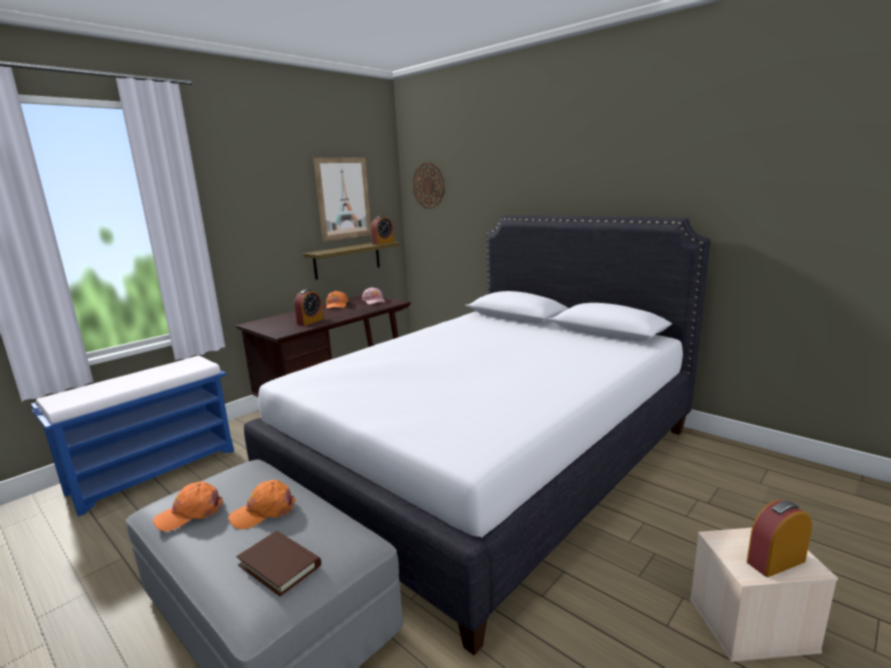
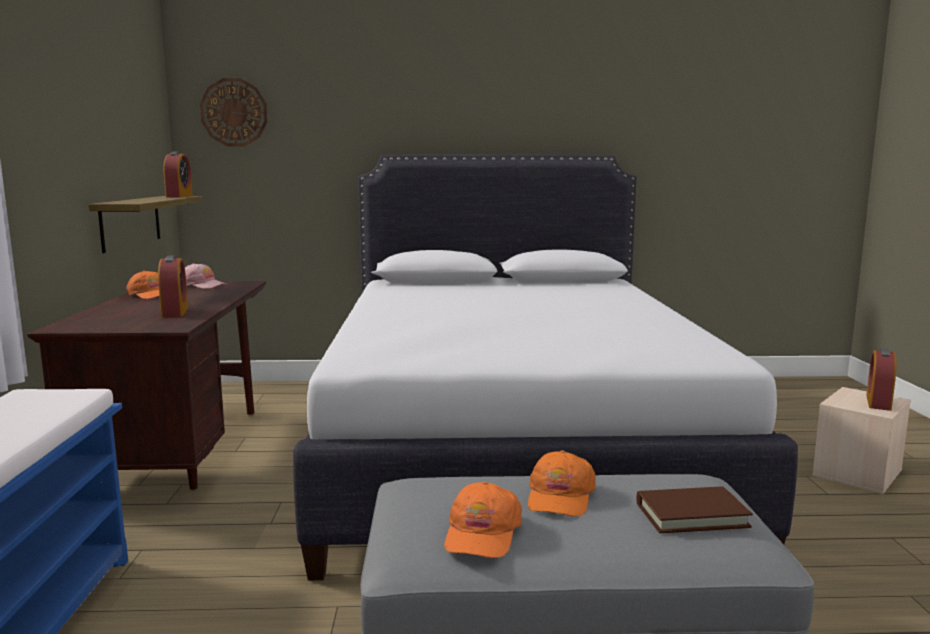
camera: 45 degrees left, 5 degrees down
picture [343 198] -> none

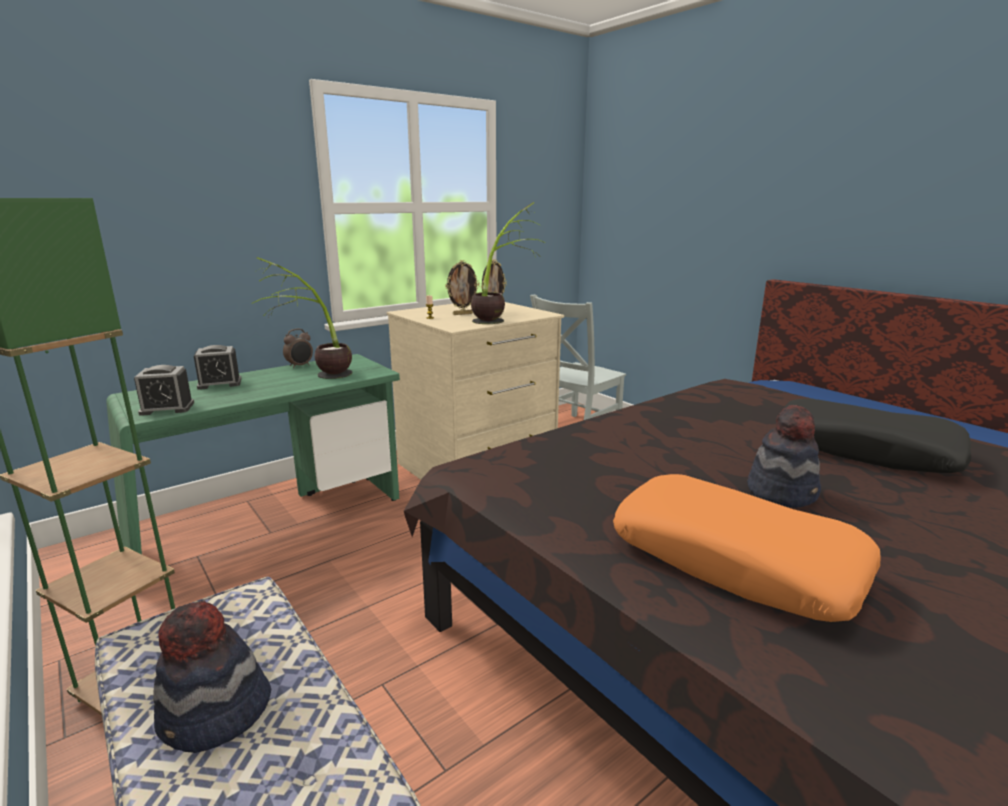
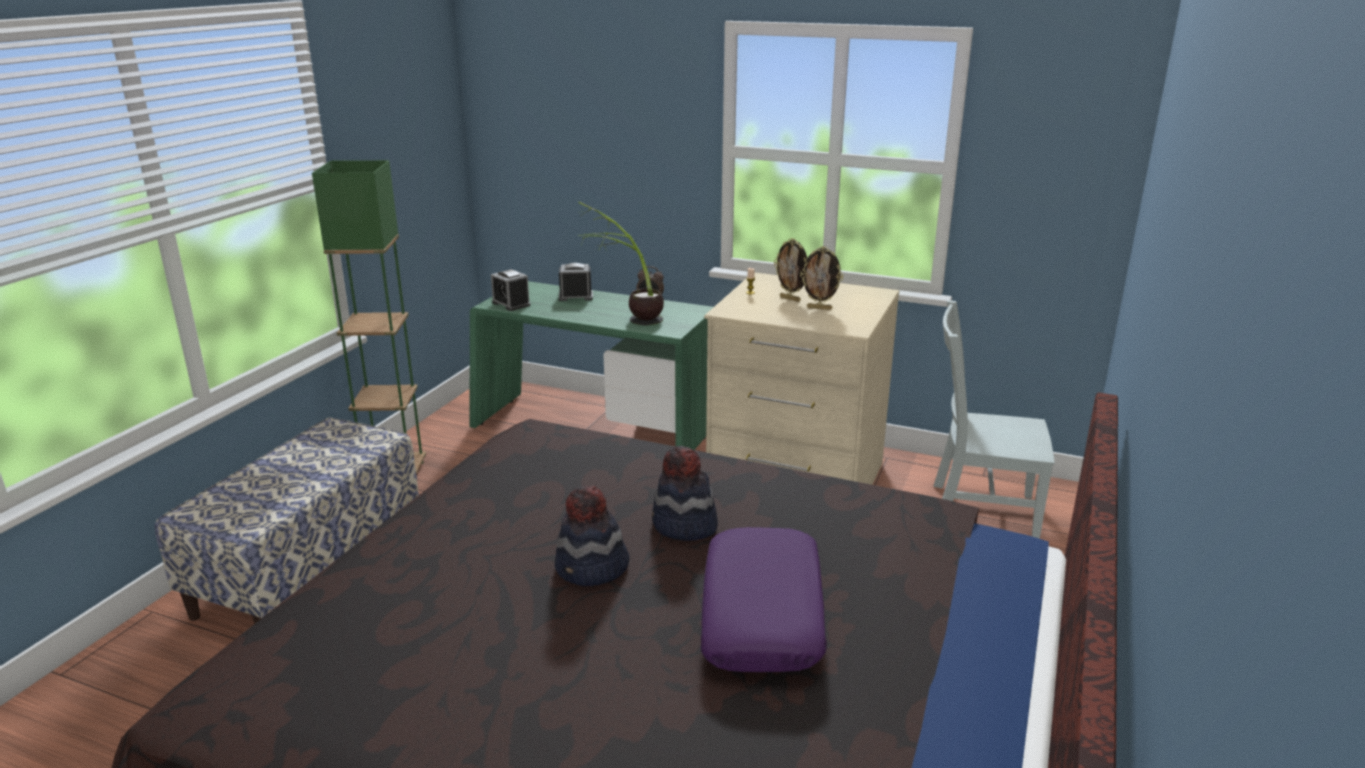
camera: 60 degrees right, 5 degrees up
potted plant [503 318] -> none
pillow/orange [735 560] -> none
hat [215 715] -> hat [684 526], shifted
pillow/black [864 450] -> pillow/purple [763 615]
alarm clock [219 383] -> alarm clock [576 296], 135 degrees clockwise

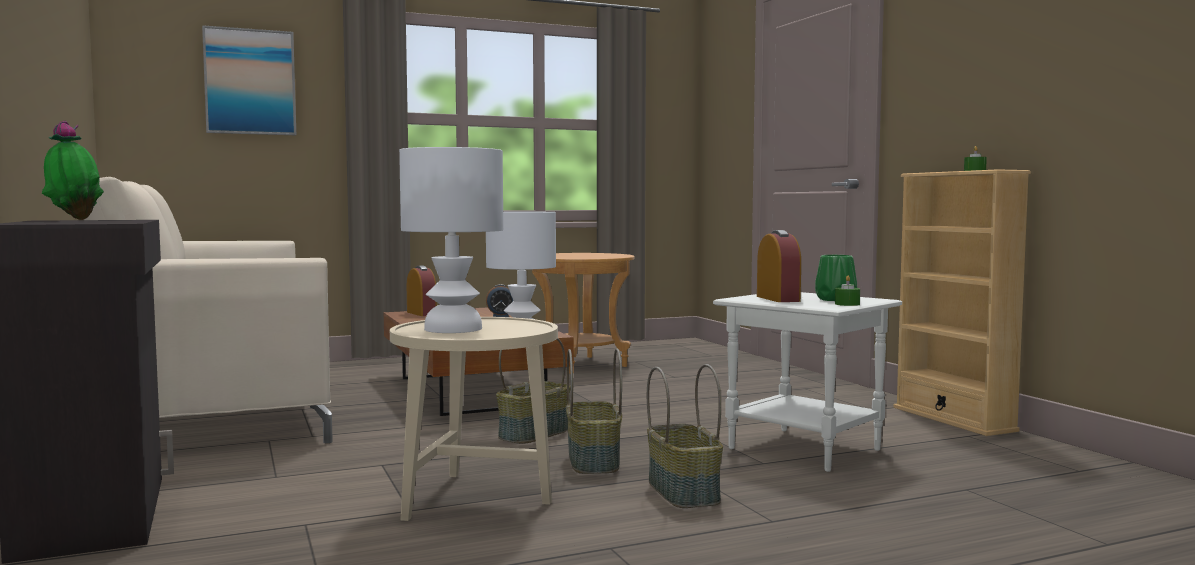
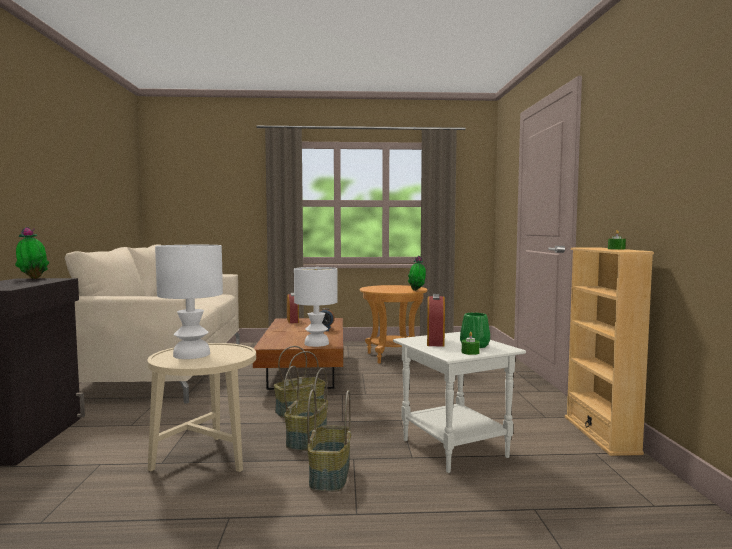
camera: 20 degrees right, 0 degrees up
picture [250 82] -> none
none -> potted plant [417 290]

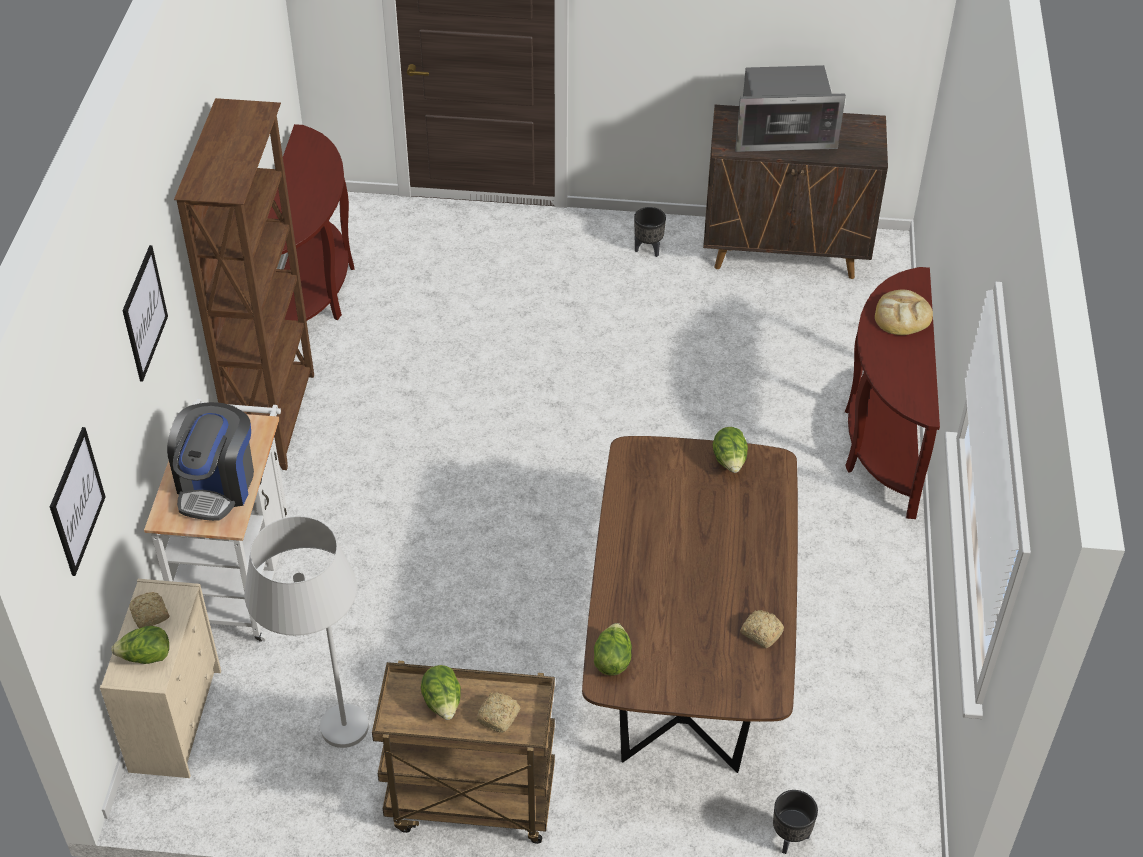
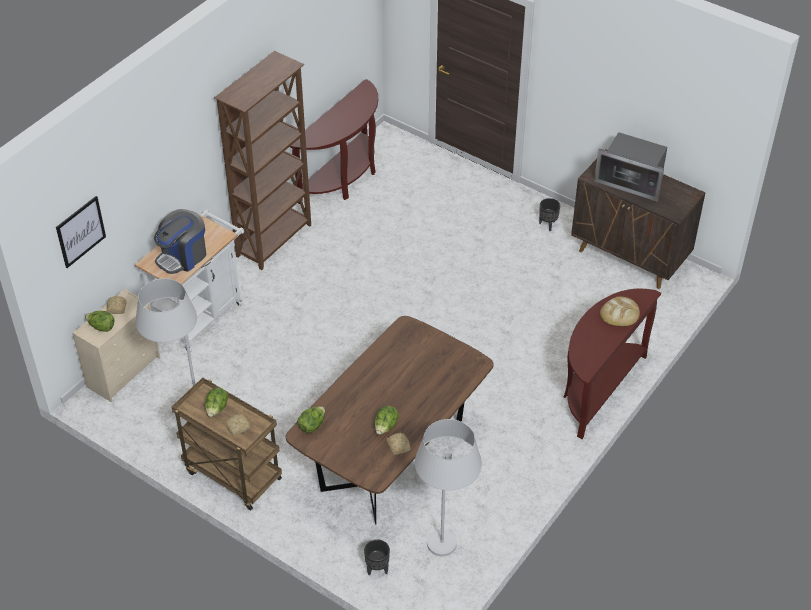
camera: 30 degrees right, 0 degrees up
picture [144 313] -> none
none -> floor lamp/white [444 557]
lettuce [729 461] -> lettuce [385 427], shifted

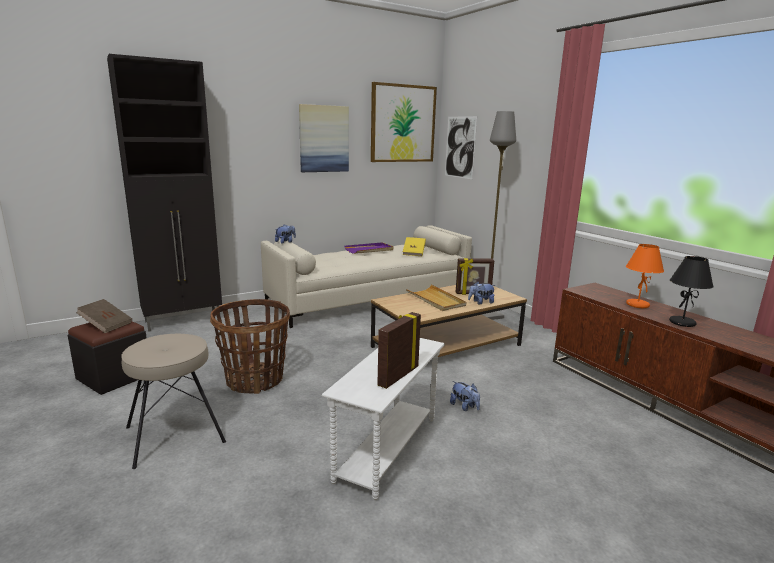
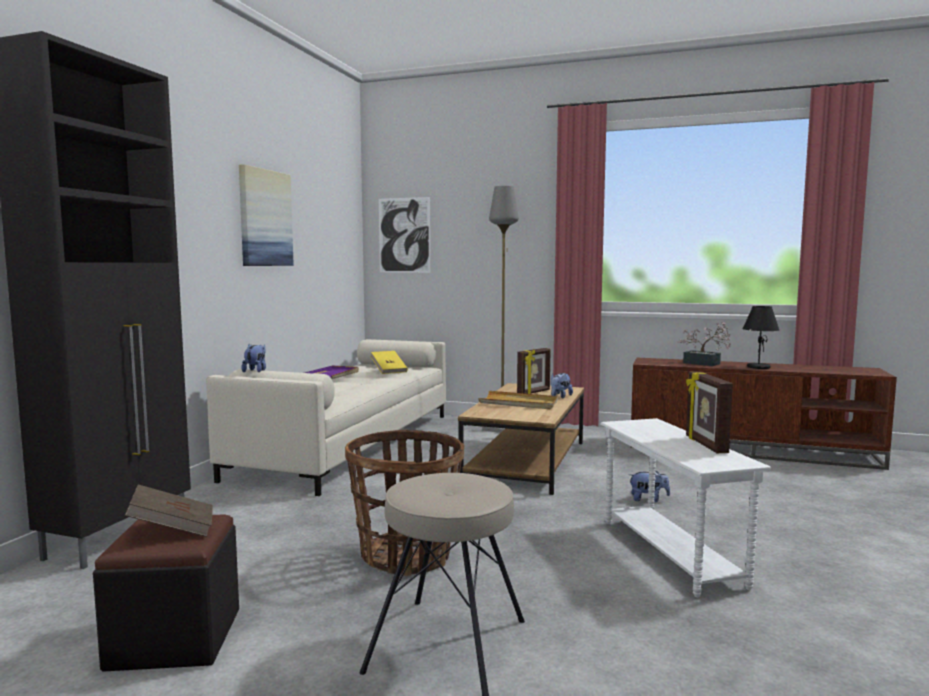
camera: 40 degrees left, 10 degrees down
picture [403 123] -> none
table lamp/orange [637 305] -> potted plant [705 364]

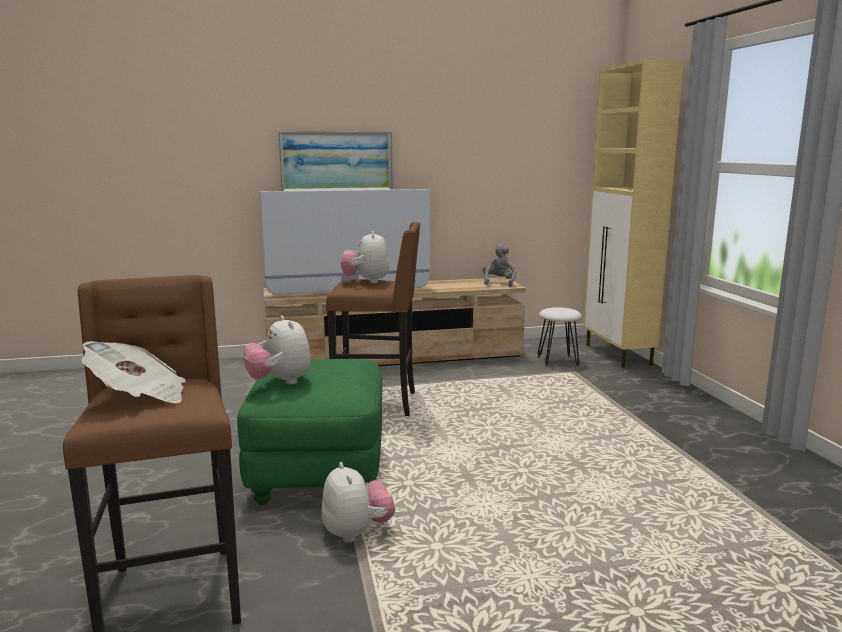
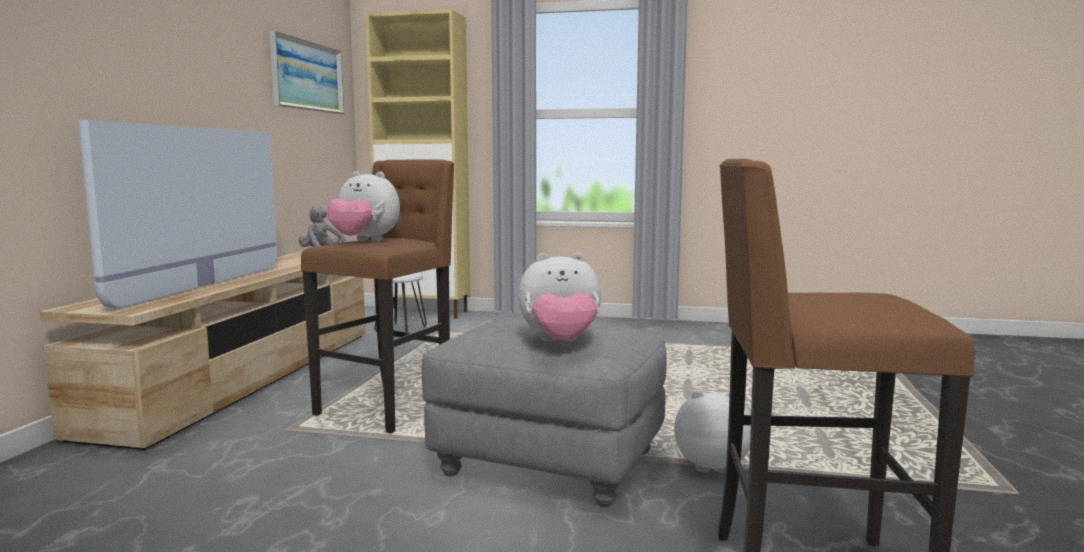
camera: 65 degrees left, 5 degrees down
newspaper [139 396] -> none
picture [336 161] -> picture [307 76], shifted
ottoman/green [318 472] -> ottoman/grey [549 463]

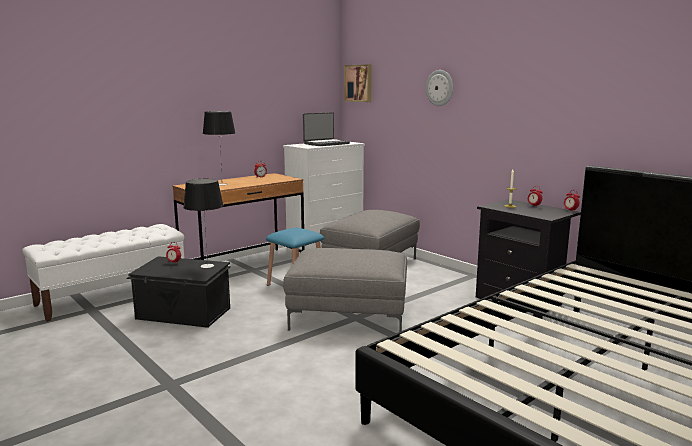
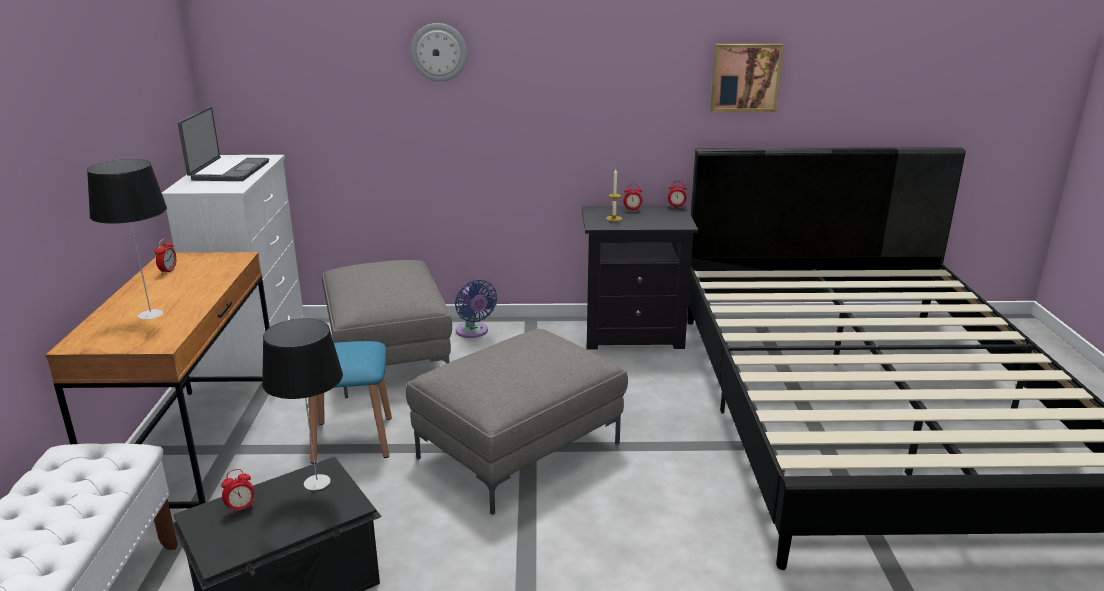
camera: 50 degrees left, 10 degrees up
none -> fan/blue [473 332]
picture [359 83] -> picture [745 77], shifted

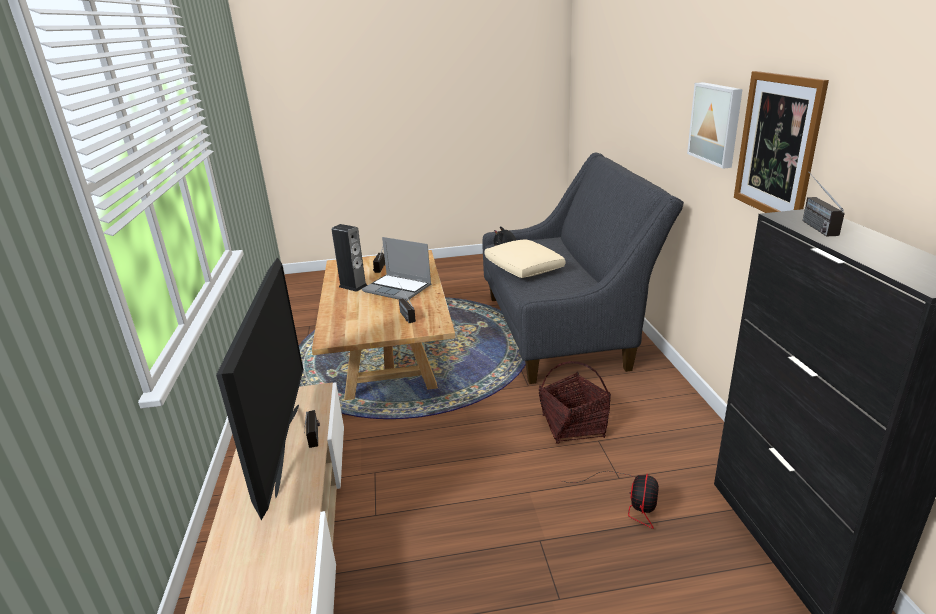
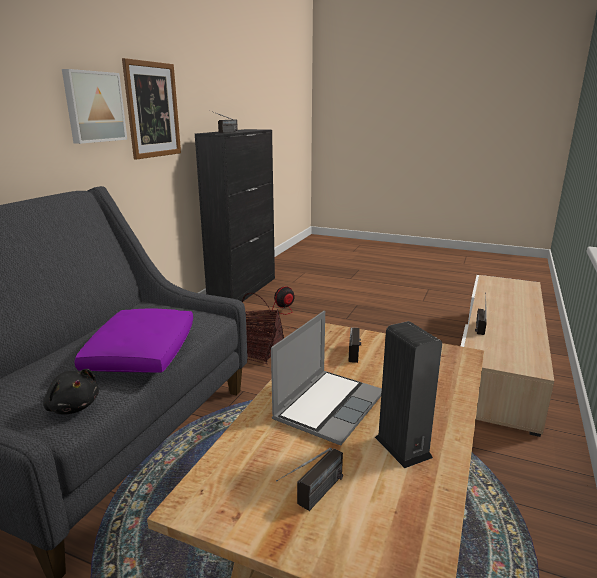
camera: 150 degrees left, 5 degrees down
television [285 446] -> none
pillow/beige [524 269] -> pillow/purple [142 354]
laptop [398 288] -> laptop [328 406], 60 degrees clockwise

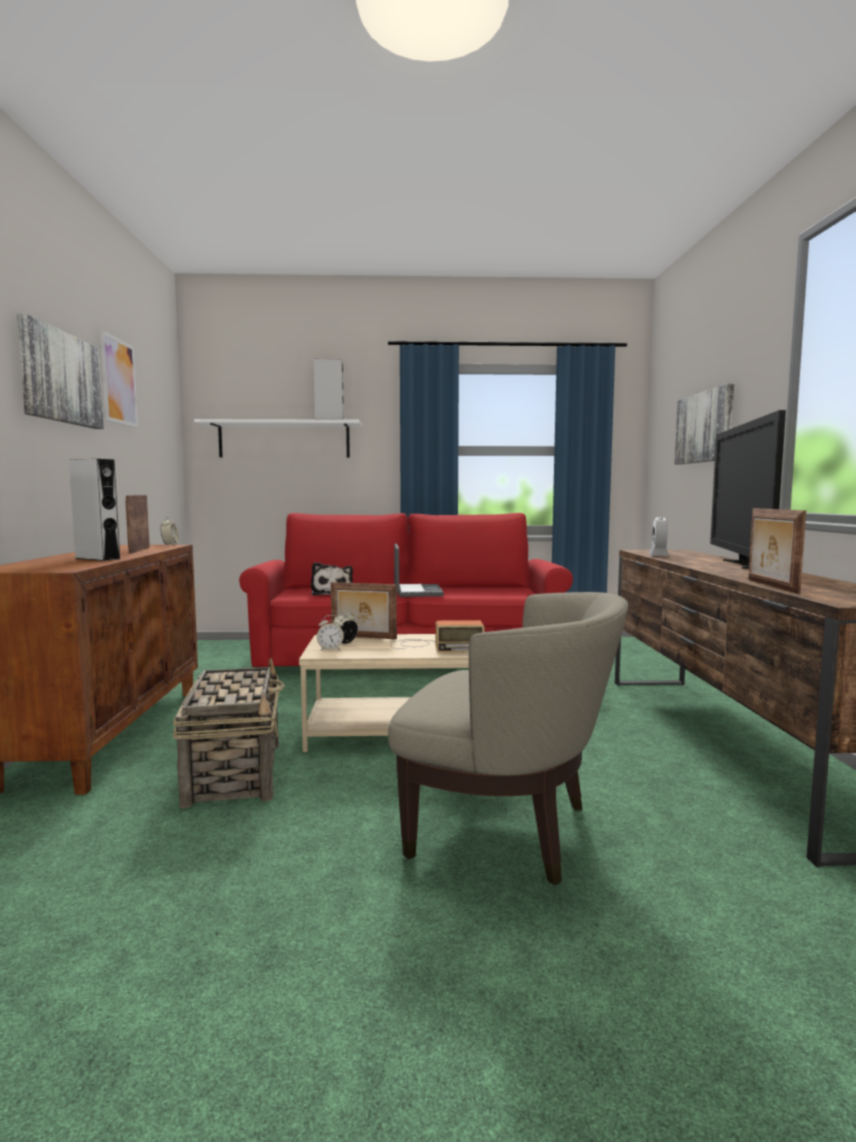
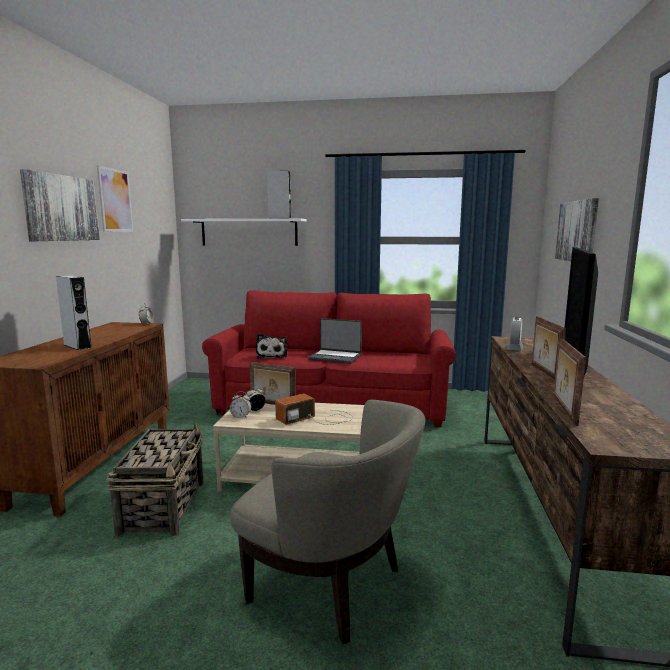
camera: 10 degrees right, 5 degrees up
picture frame [138 550] -> picture frame [544 372], shifted
radio [433 647] -> radio [318 418], 135 degrees clockwise
laptop [416 592] -> laptop [335 357], 105 degrees clockwise

